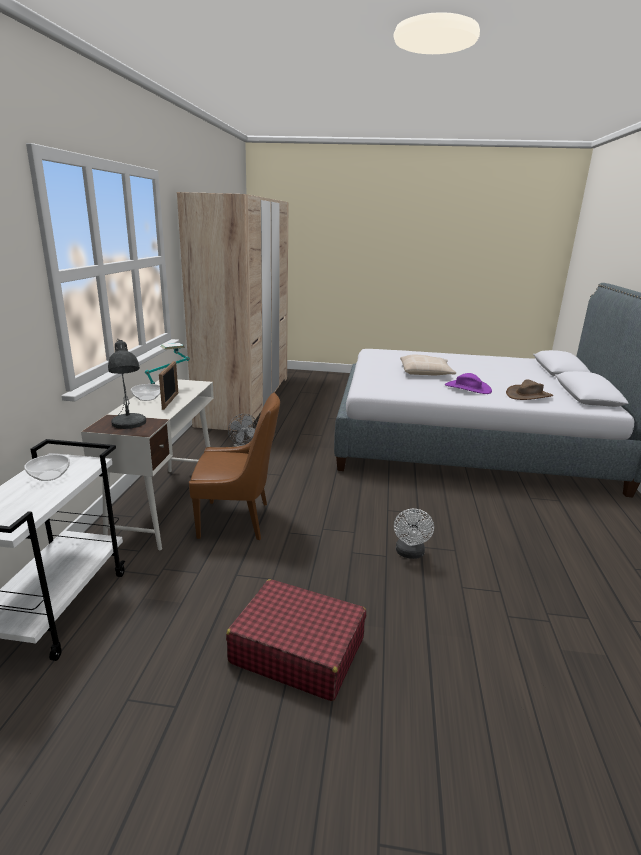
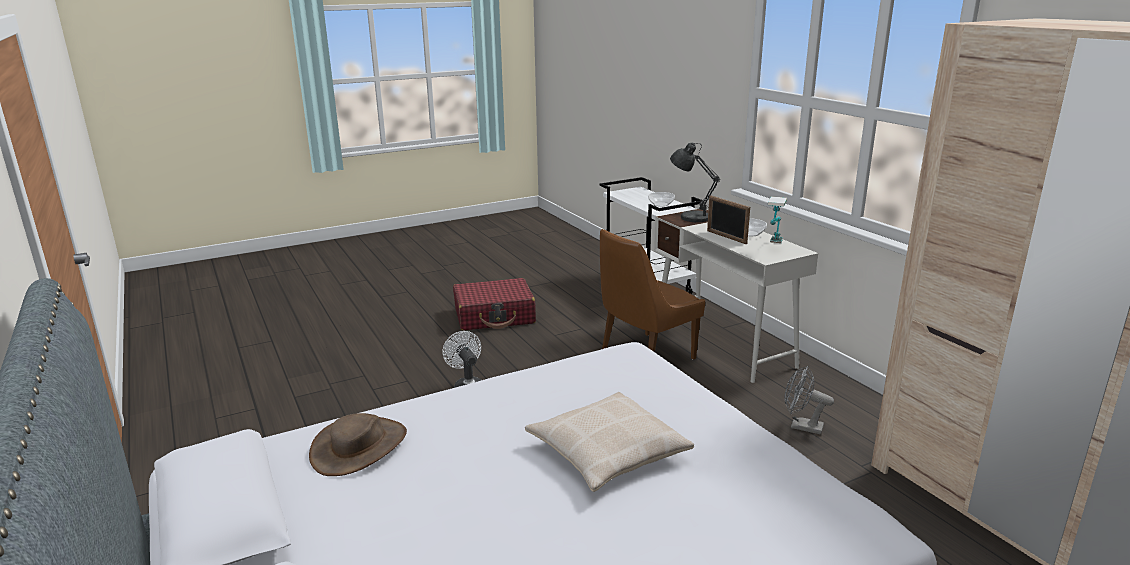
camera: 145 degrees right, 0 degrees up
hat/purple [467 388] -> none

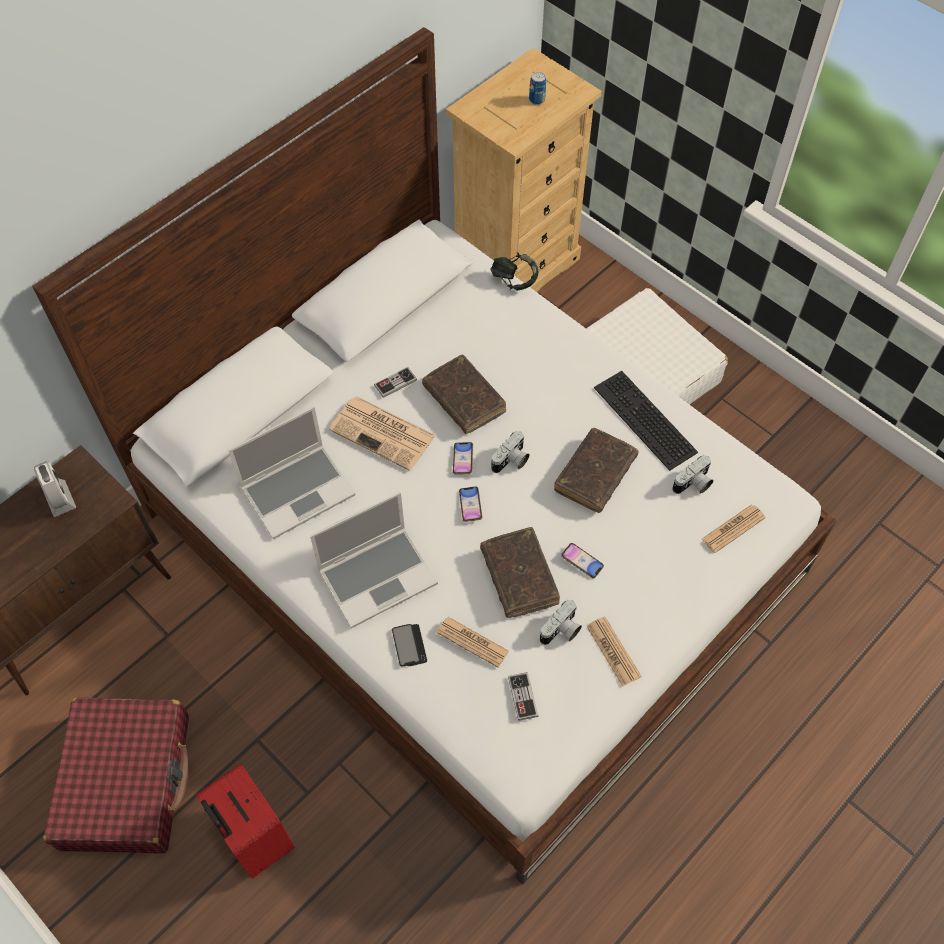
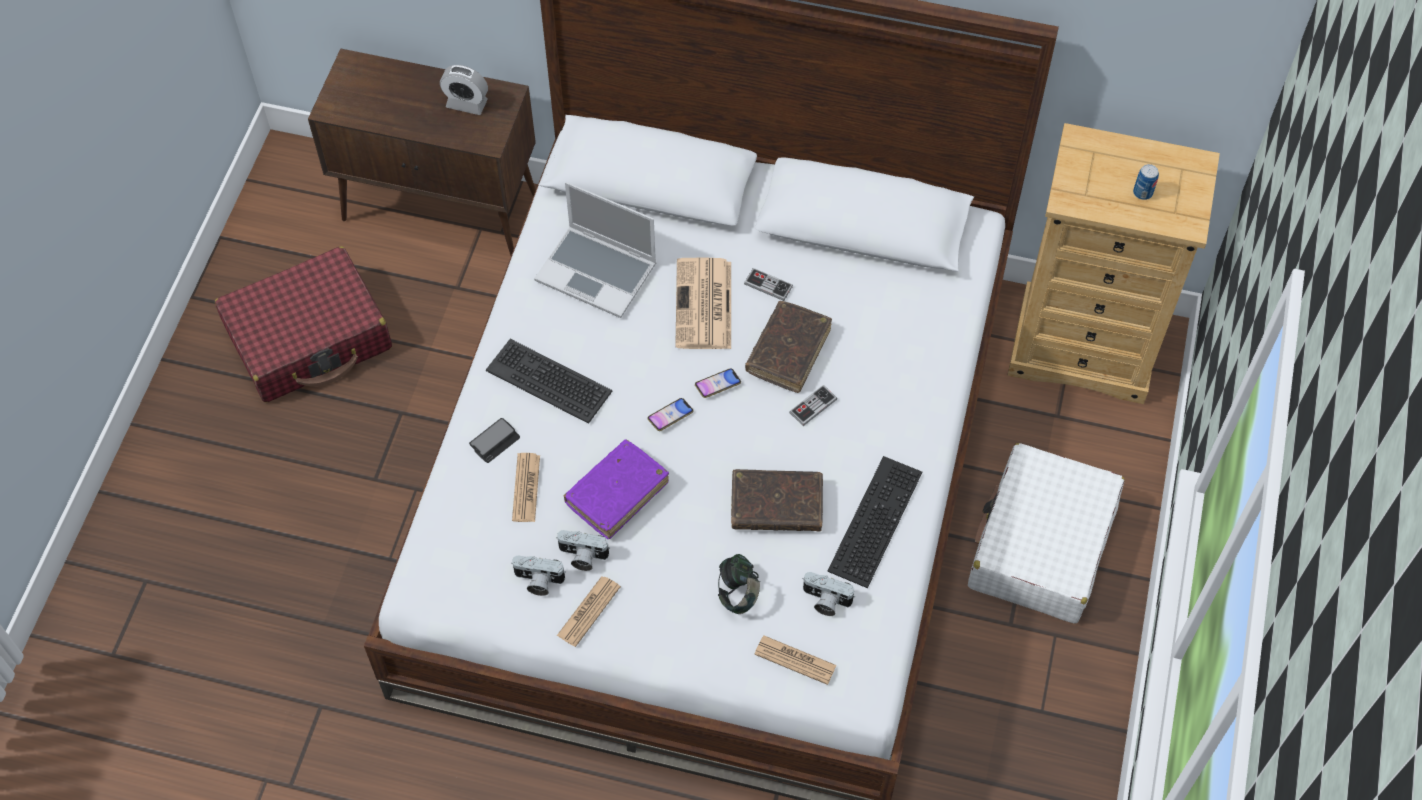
camera: 60 degrees right, 0 degrees up
suitcase/red [254 838] -> none
phone [582 562] -> none
headphones [514 281] -> headphones [738 593], shifted
photo camera [511 461] -> photo camera [538 581], shifted
game controller [522 697] -> game controller [813 406], shifted
laptop [378 575] -> keyboard [549 380]
book/brown [519 577] -> book/purple [617 493]
alarm clock [59 499] -> alarm clock [467 103], 75 degrees clockwise

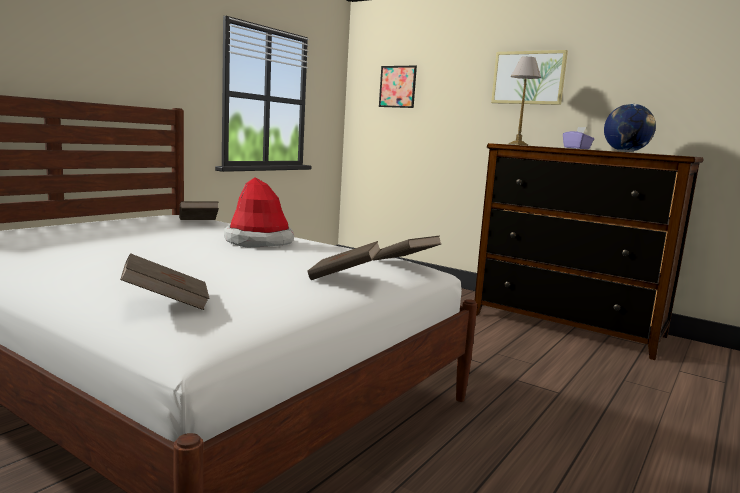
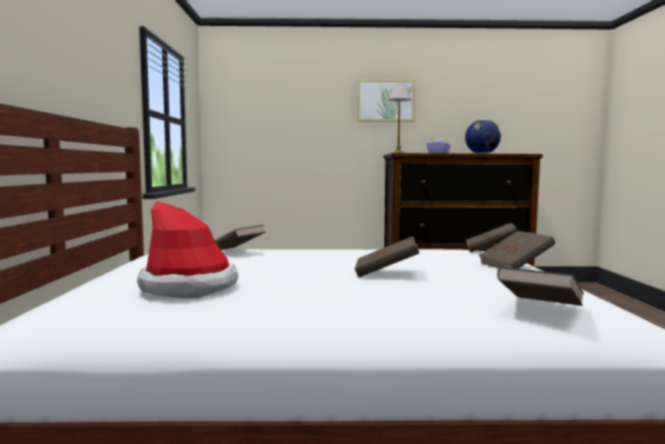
camera: 35 degrees left, 5 degrees down
picture [397 86] -> none
none -> book/brown [386 273]
hat [259 241] -> hat [189 287], shifted

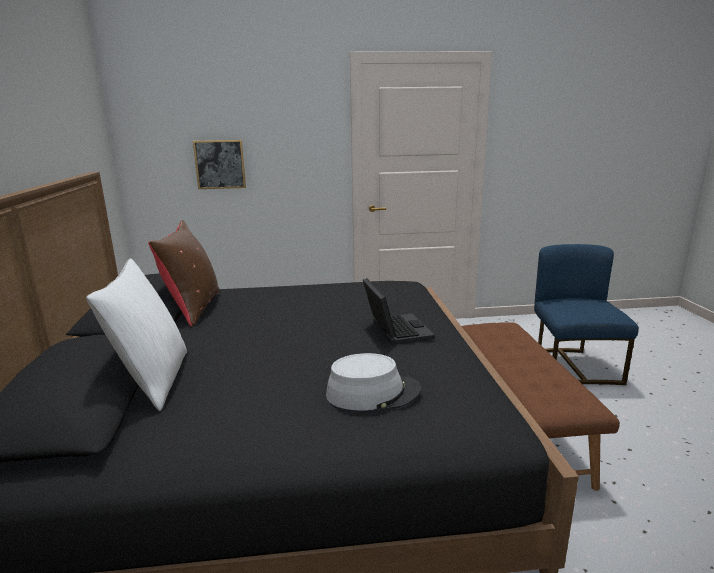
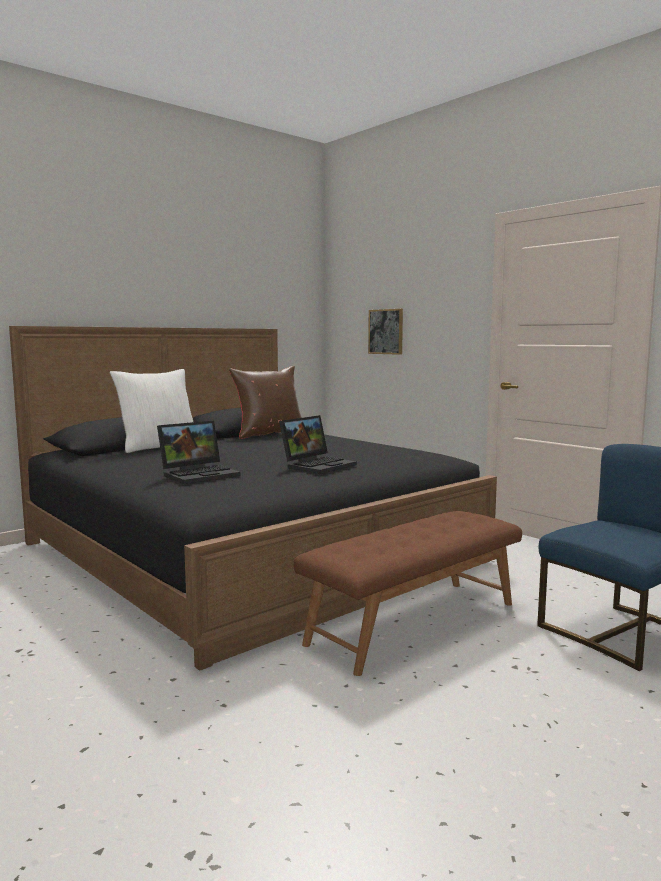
camera: 55 degrees right, 10 degrees down
hat/grey [373 393] -> laptop [200 474]

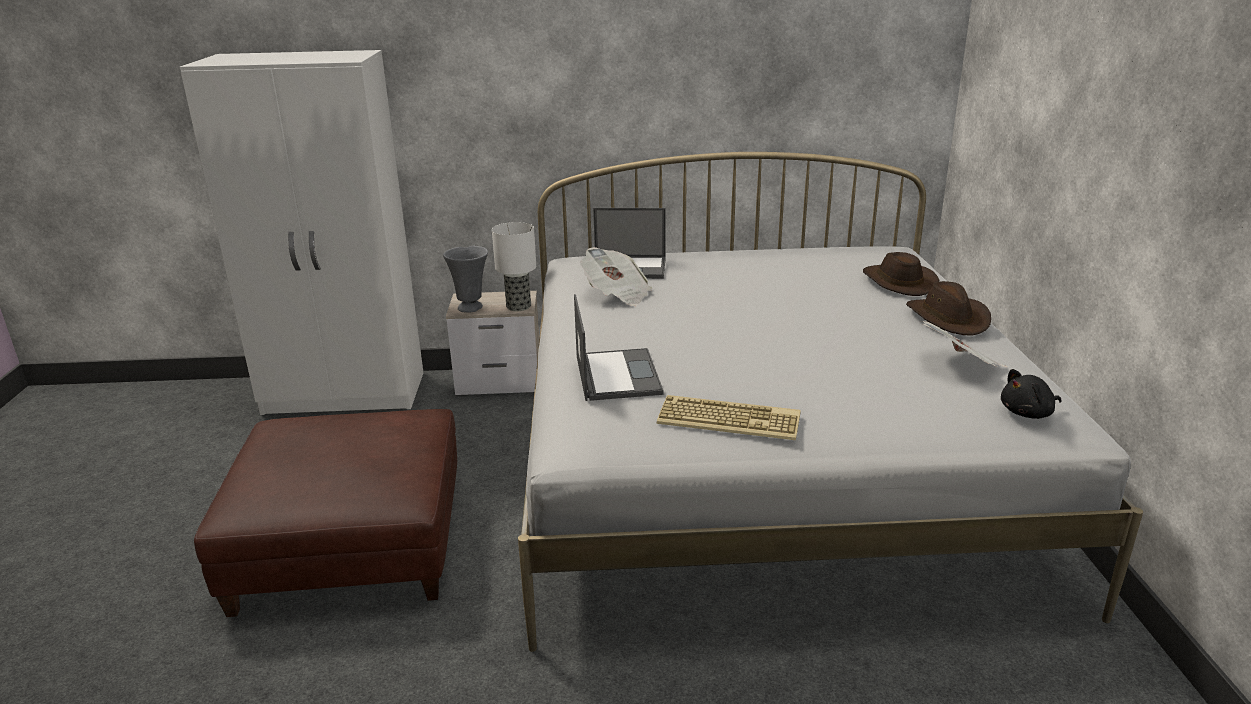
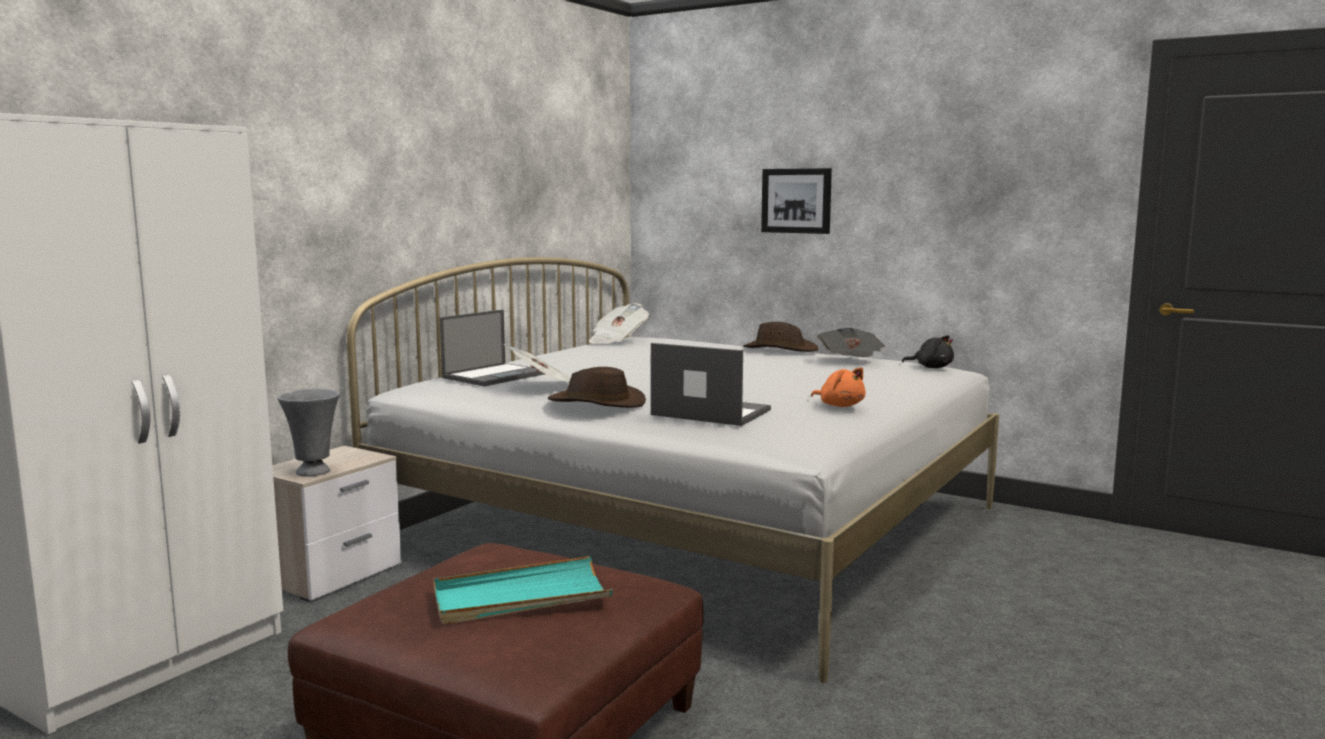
camera: 55 degrees left, 15 degrees down
table lamp [518 306] -> none
none -> tray/turquoise [520 597]
none -> newspaper [617 340]
none -> picture [796 200]
hat/brown [897 282] -> hat/brown [596 403], shifted
keyboard [730 418] -> plush toy/orange [840 405]
plush toy/black [1028 413] -> plush toy/black [931 367], 75 degrees counterclockwise

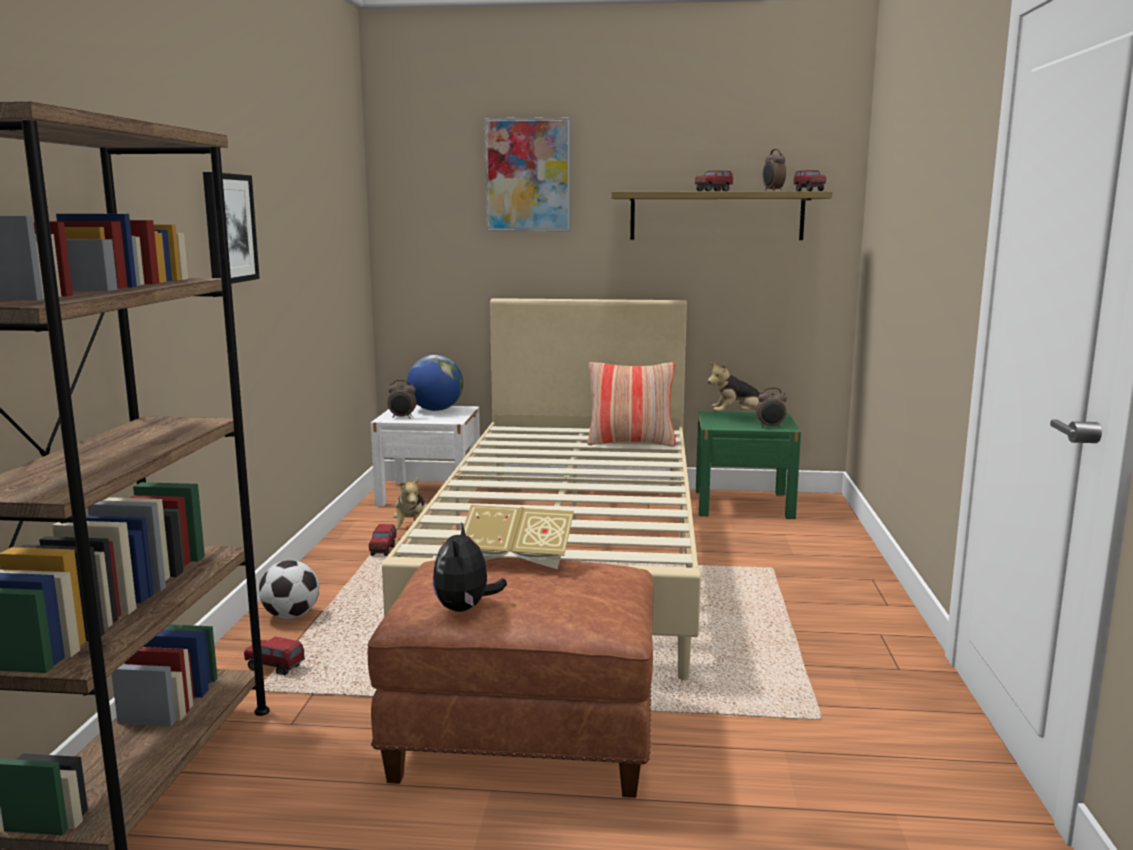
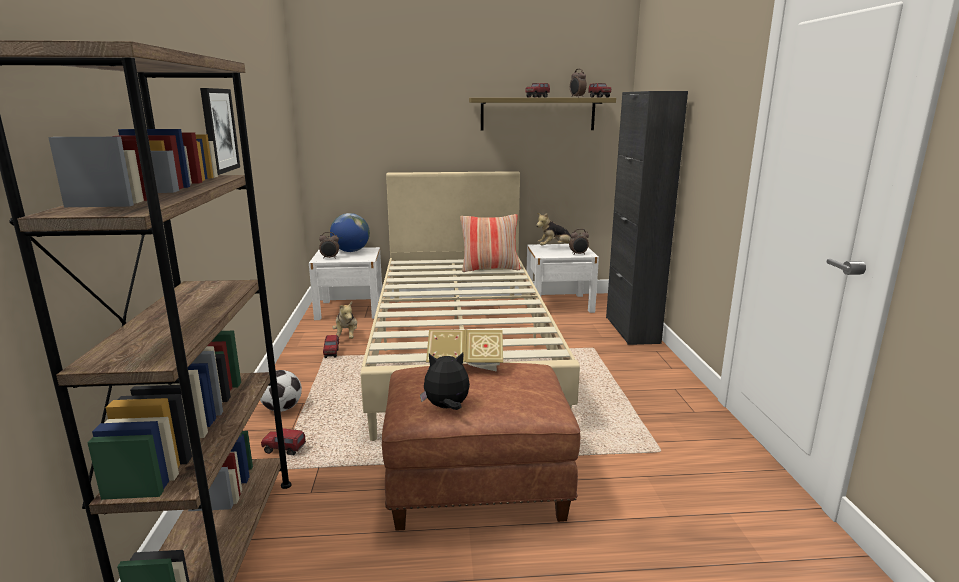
camera: 10 degrees left, 5 degrees up
picture [528 175] -> none
none -> cabinet/black [632 330]
nightstand/green [743 504] -> nightstand/white [559 304]
plush toy [465 609] -> plush toy [447 407], 90 degrees clockwise

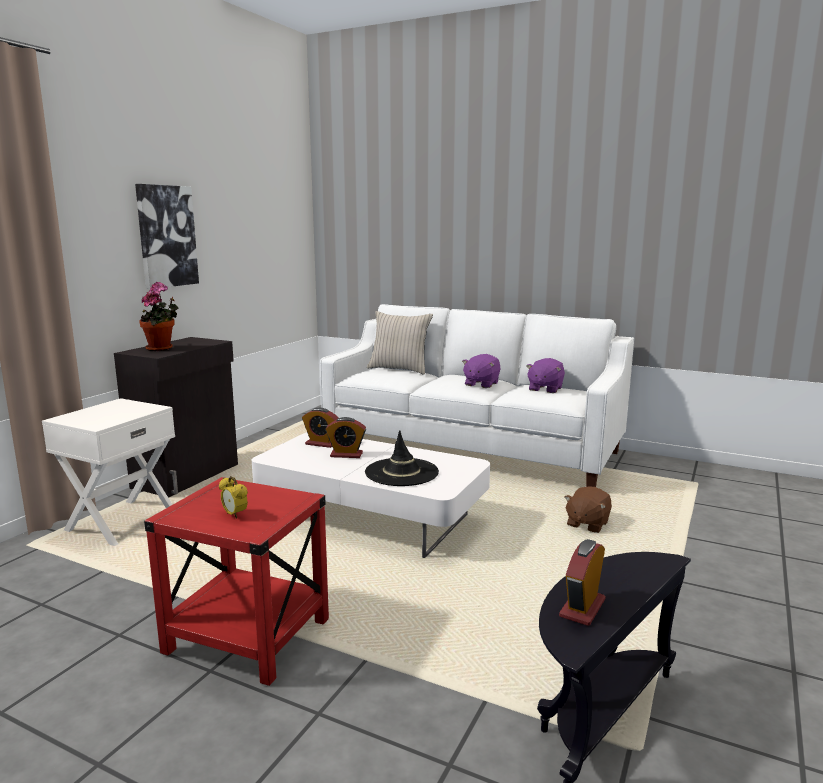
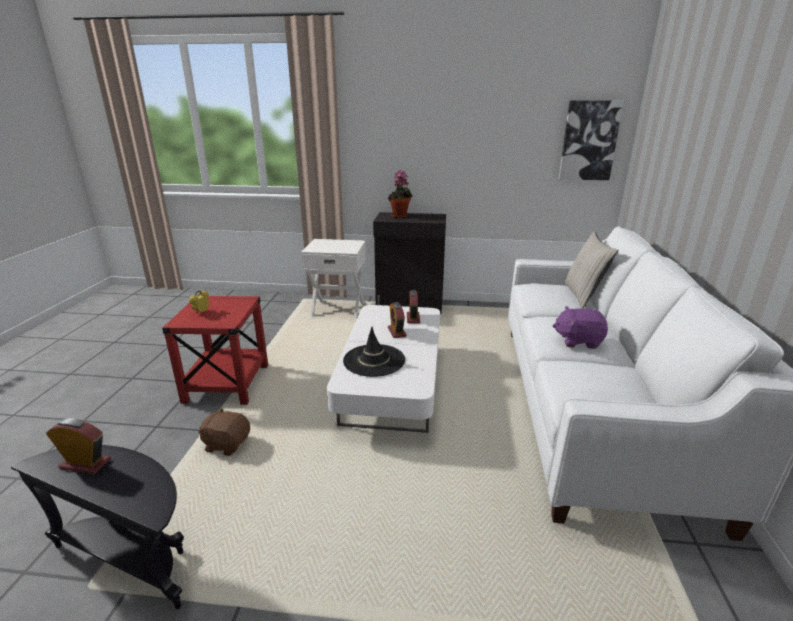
camera: 70 degrees right, 10 degrees up
plush toy/purple [545 389] -> none
picture [166 236] -> picture [589 141], shifted
plush toy/brown [587 524] -> plush toy/brown [227 444], shifted

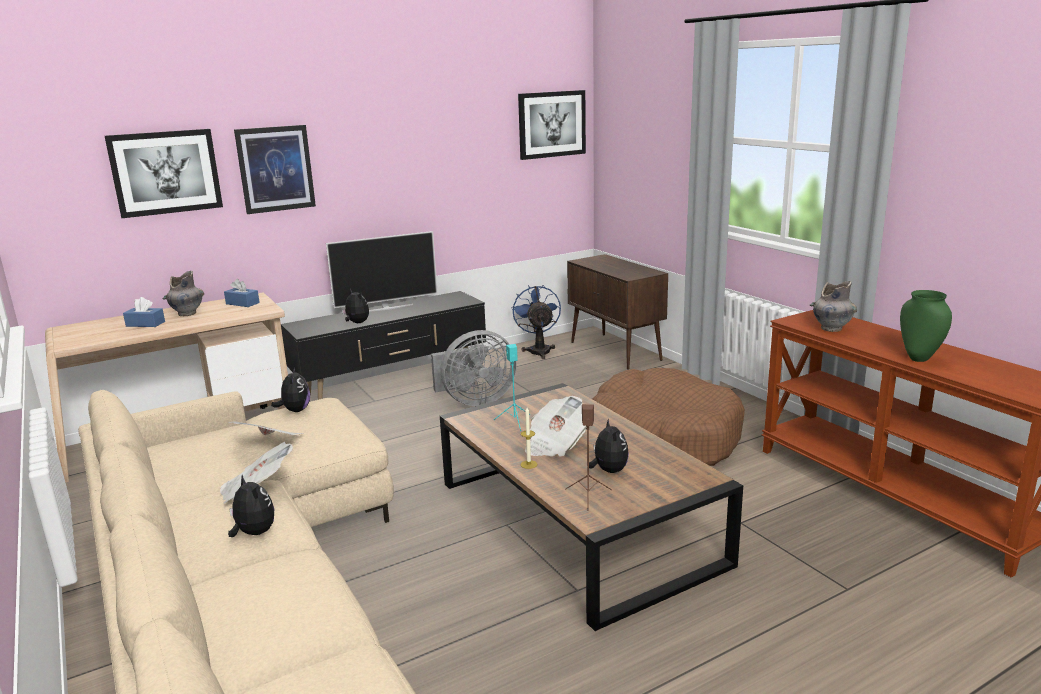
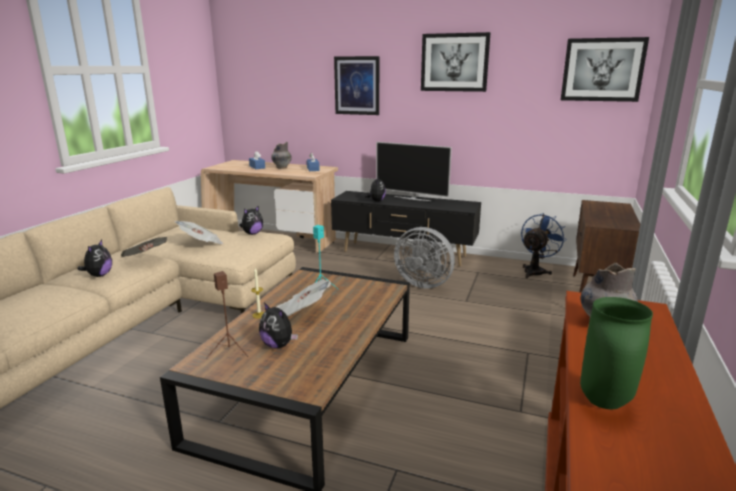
camera: 50 degrees right, 0 degrees up
dog bed/brown [665 436] -> none
picture [165 172] -> picture [454 62], shifted
plush toy [608 470] -> plush toy [278 345], 90 degrees clockwise

